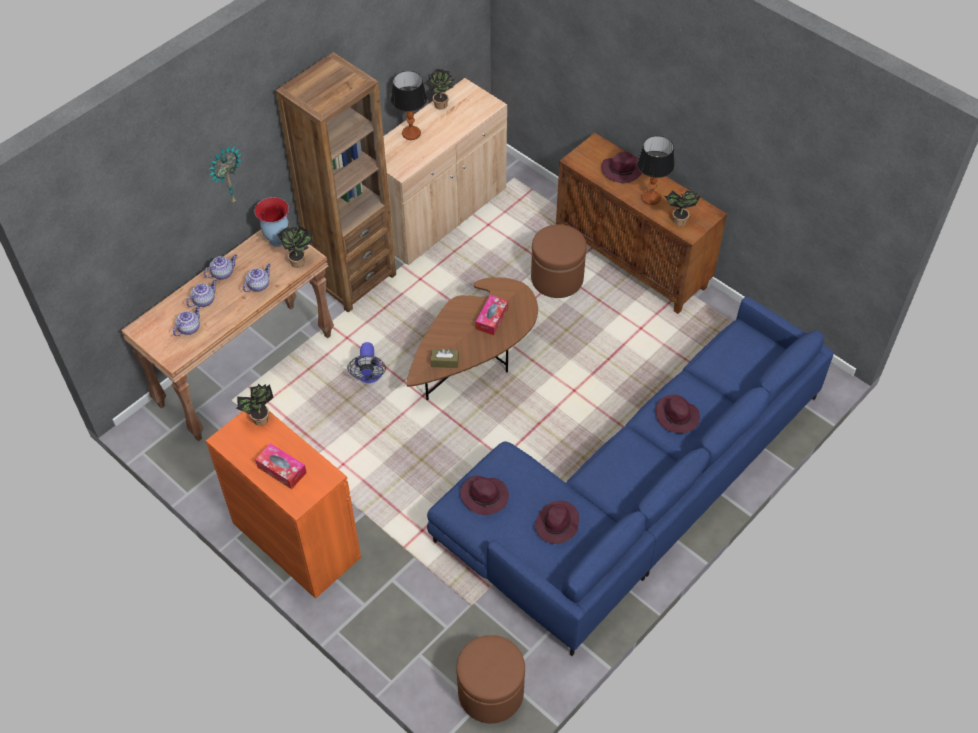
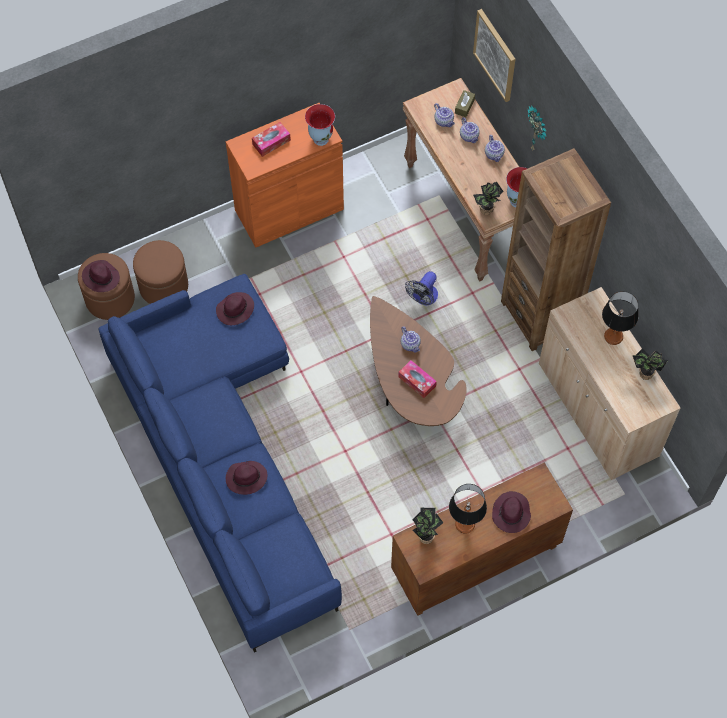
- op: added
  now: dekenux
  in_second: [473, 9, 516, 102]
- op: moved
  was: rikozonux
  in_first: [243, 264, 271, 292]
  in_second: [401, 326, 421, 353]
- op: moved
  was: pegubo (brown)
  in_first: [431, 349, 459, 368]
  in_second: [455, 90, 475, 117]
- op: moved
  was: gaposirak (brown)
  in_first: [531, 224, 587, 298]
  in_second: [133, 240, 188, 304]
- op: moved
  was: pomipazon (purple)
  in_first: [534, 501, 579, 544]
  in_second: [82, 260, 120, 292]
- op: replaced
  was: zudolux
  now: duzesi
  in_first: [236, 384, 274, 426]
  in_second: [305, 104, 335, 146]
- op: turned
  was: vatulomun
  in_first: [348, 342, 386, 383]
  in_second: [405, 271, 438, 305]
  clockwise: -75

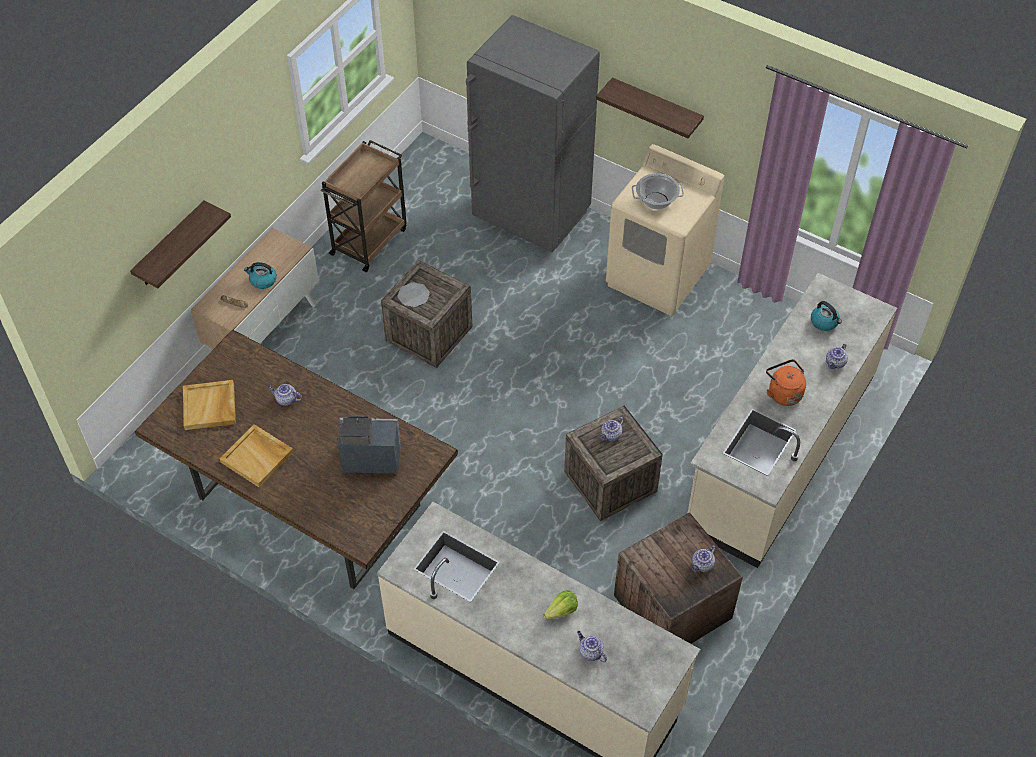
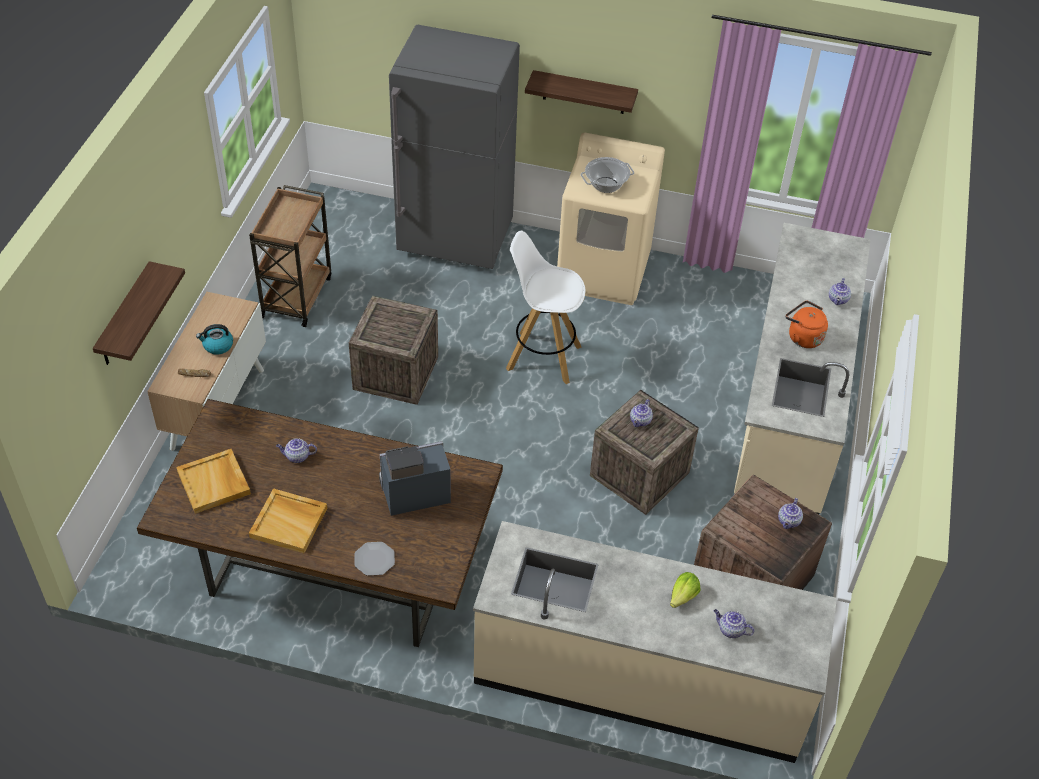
- op: removed
  was: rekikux
  in_first: [811, 301, 842, 331]
- op: added
  now: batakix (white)
  in_second: [506, 231, 585, 384]
- op: moved
  was: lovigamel
  in_first: [397, 282, 430, 307]
  in_second: [354, 542, 395, 576]

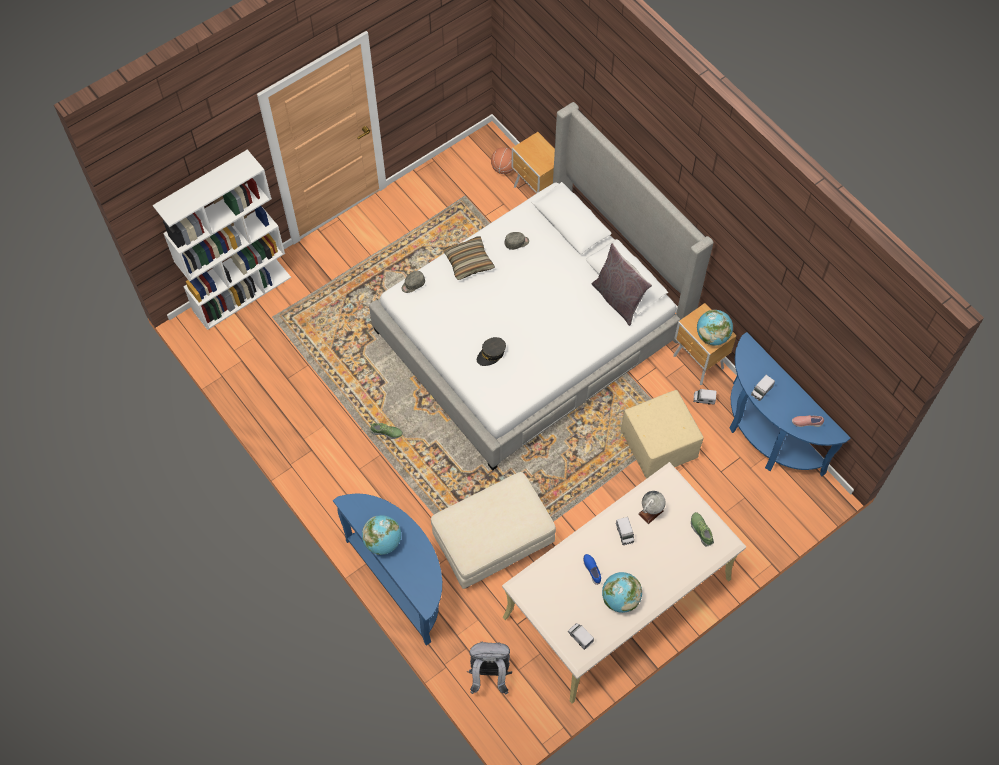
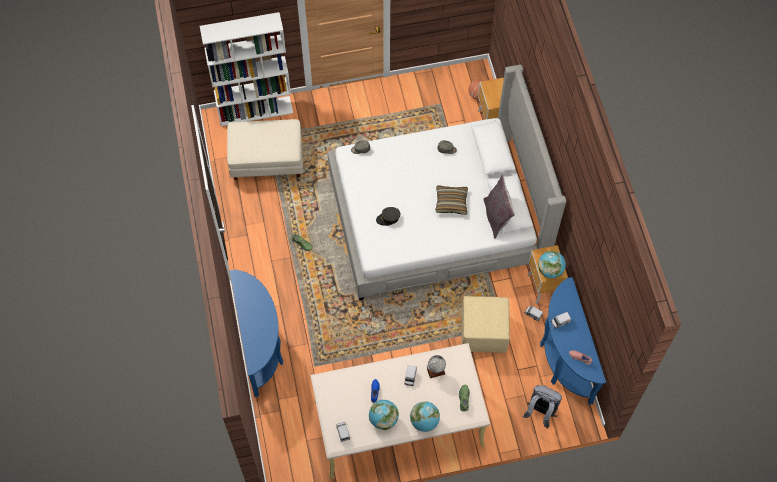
- op: moved
  was: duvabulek
  in_first: [362, 515, 401, 555]
  in_second: [410, 401, 440, 432]
- op: moved
  was: gaposirak (beige)
  in_first: [431, 472, 556, 589]
  in_second: [227, 119, 303, 180]
- op: moved
  was: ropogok
  in_first: [443, 236, 495, 280]
  in_second: [436, 185, 468, 215]
- op: moved
  was: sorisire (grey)
  in_first: [467, 641, 512, 695]
  in_second: [523, 385, 562, 429]

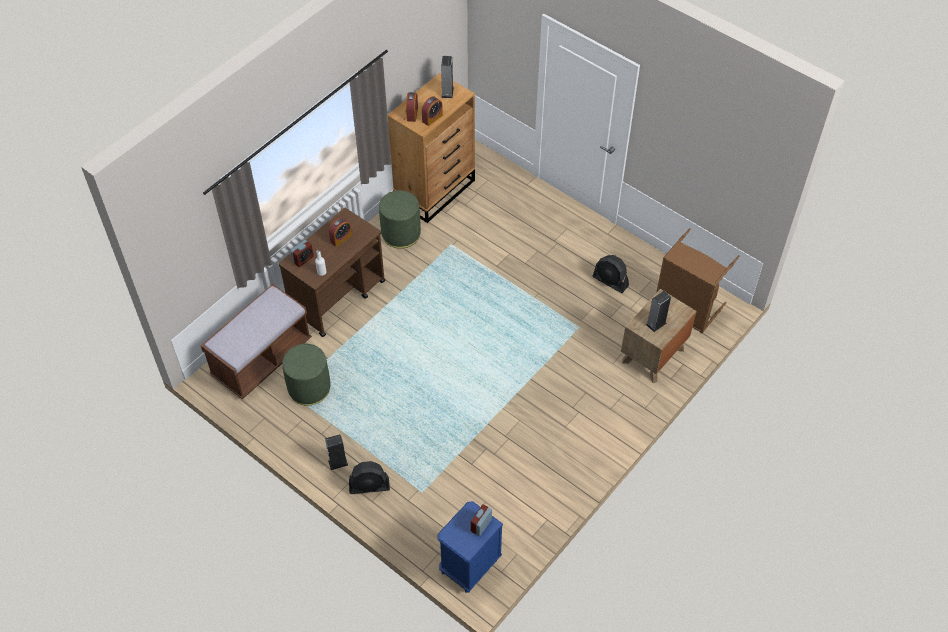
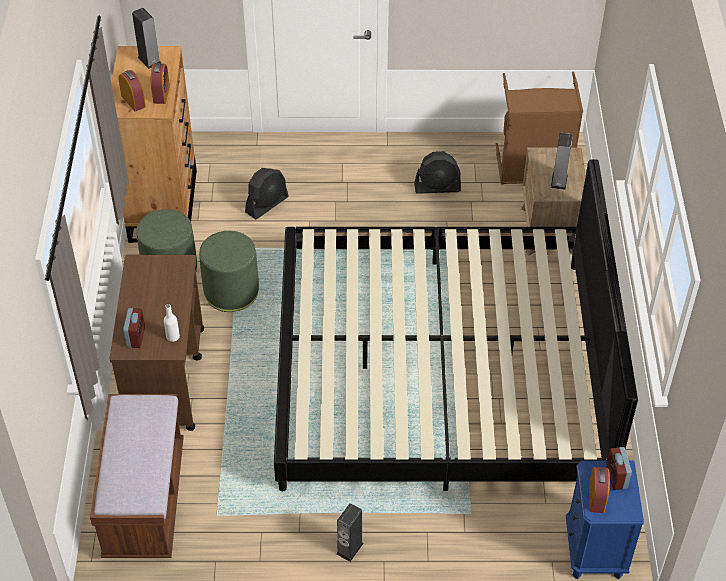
- op: added
  now: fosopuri
  in_second: [274, 159, 638, 491]
- op: moved
  was: gaposirak (green)
  in_first: [282, 344, 331, 406]
  in_second: [199, 231, 259, 312]
- op: moved
  was: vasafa
  in_first: [329, 218, 352, 247]
  in_second: [589, 467, 610, 513]
- op: moved
  was: vatulomun (black)
  in_first: [349, 461, 390, 494]
  in_second: [245, 168, 289, 219]

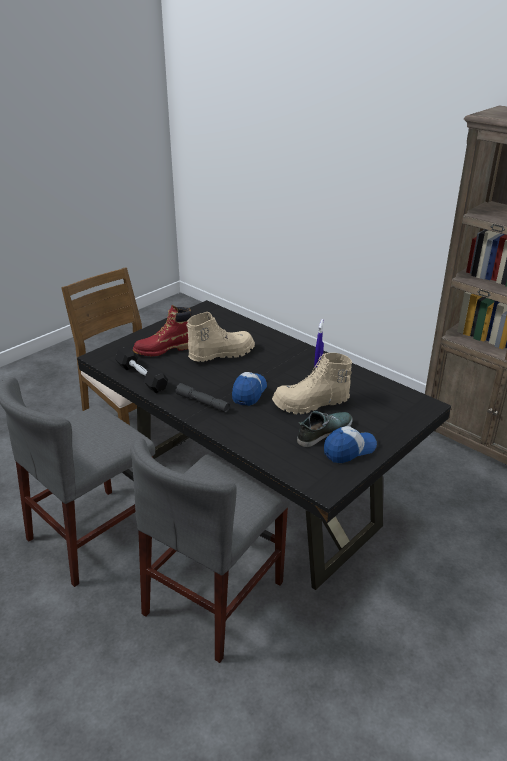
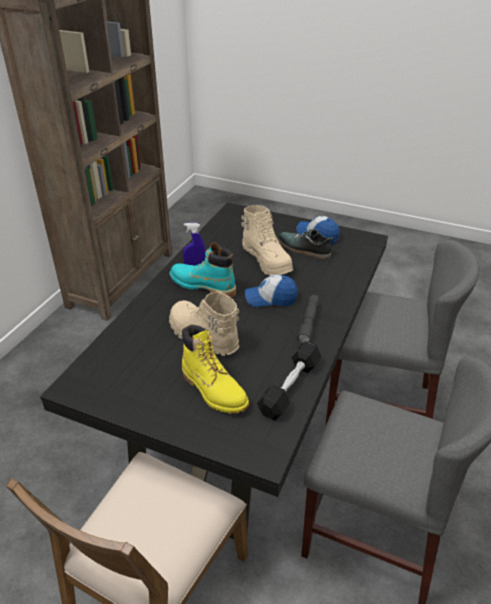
- op: added
  now: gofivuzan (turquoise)
  in_second: [170, 243, 236, 298]
- op: recoloured
  was: gofivuzan (red)
  now: gofivuzan (yellow)
  in_first: [133, 305, 192, 356]
  in_second: [182, 325, 249, 414]

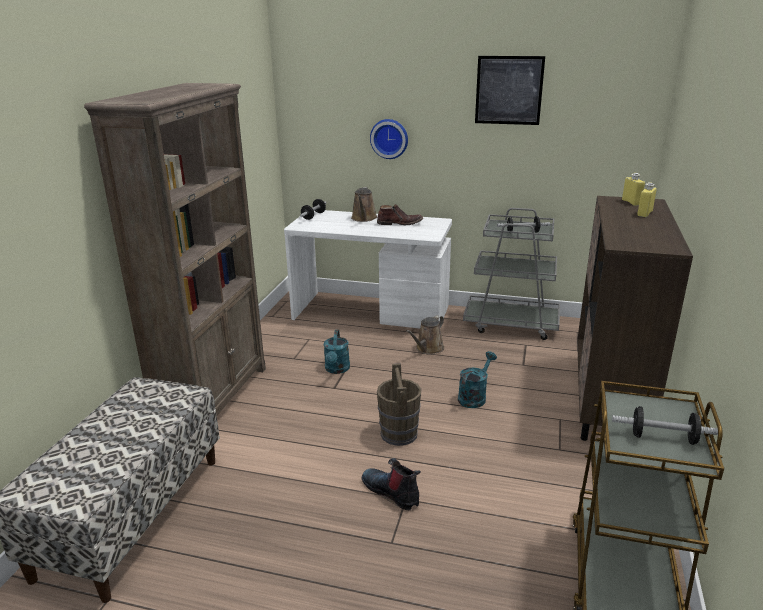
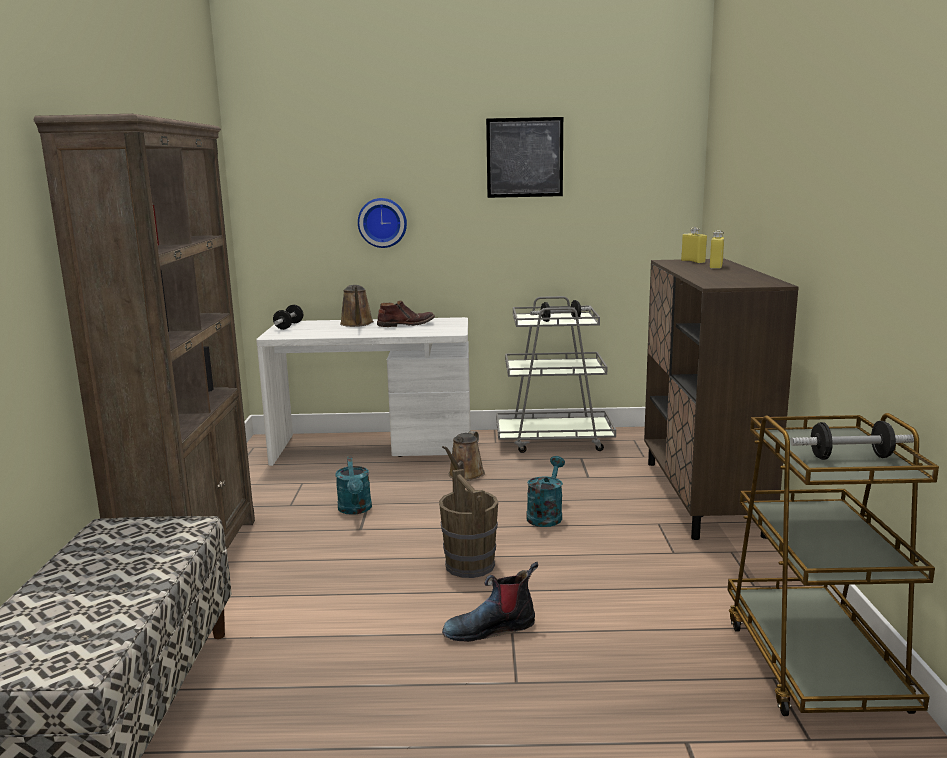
- op: turned
  was: gofivuzan
  in_first: [362, 458, 421, 510]
  in_second: [442, 562, 538, 642]
  clockwise: -45

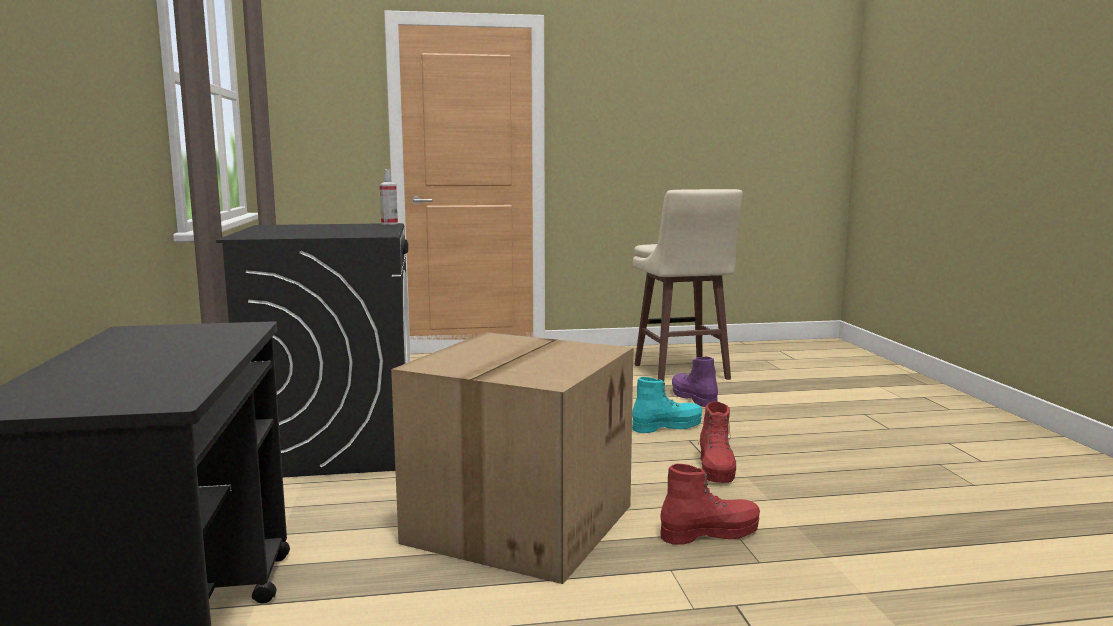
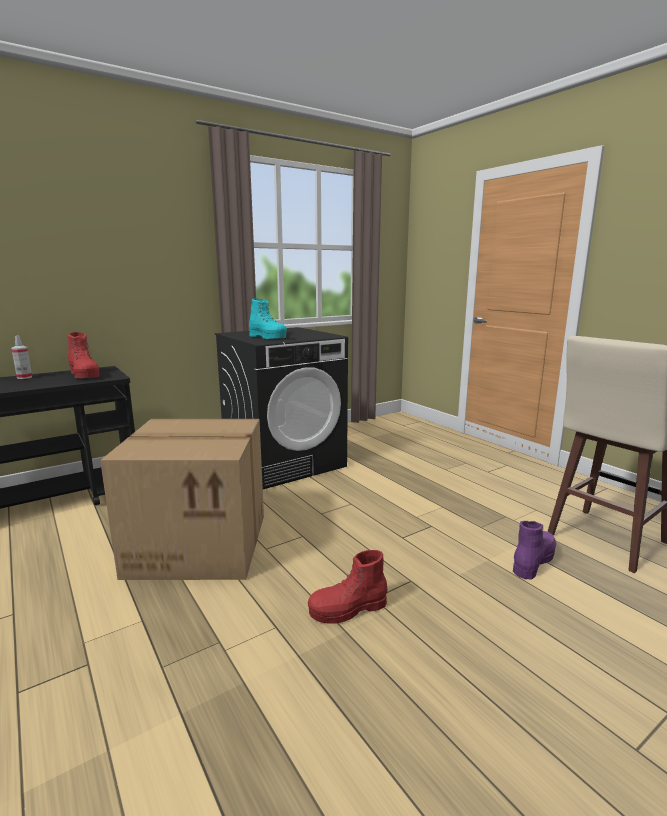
- op: moved
  was: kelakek
  in_first: [380, 169, 398, 225]
  in_second: [11, 336, 32, 379]
- op: moved
  was: gofivuzan (turquoise)
  in_first: [632, 377, 702, 433]
  in_second: [249, 298, 287, 339]
- op: moved
  was: gofivuzan (red)
  in_first: [660, 464, 760, 545]
  in_second: [67, 332, 99, 378]

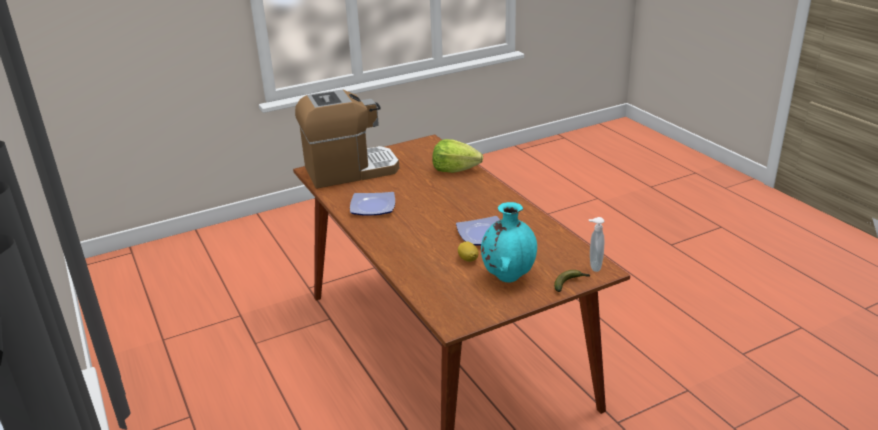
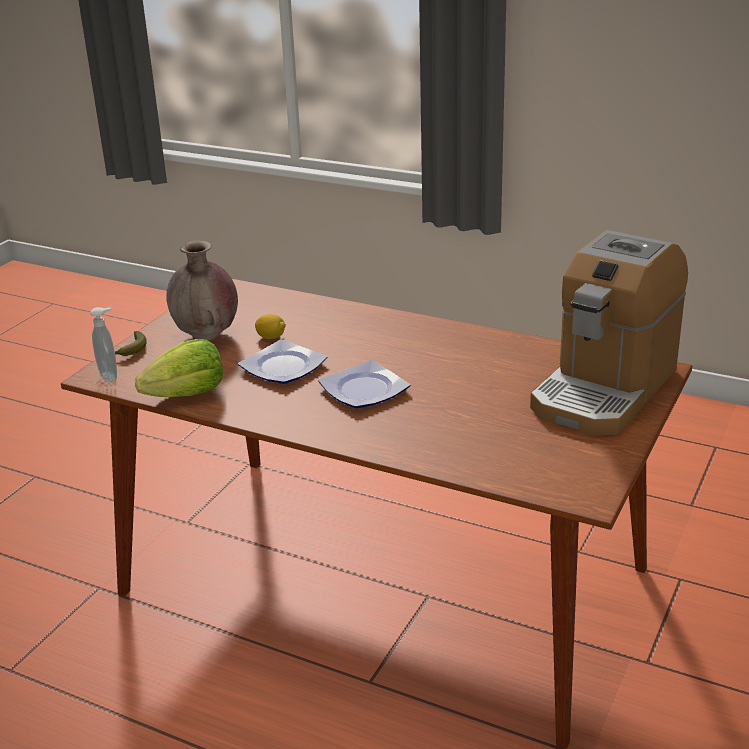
- op: moved
  was: lovigamel
  in_first: [350, 192, 395, 216]
  in_second: [318, 360, 410, 408]
- op: moved
  was: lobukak
  in_first: [432, 139, 483, 173]
  in_second: [135, 339, 223, 397]
- op: recoloured
  was: duzesi (turquoise)
  now: duzesi (brown)
  in_first: [481, 202, 537, 283]
  in_second: [166, 240, 238, 341]

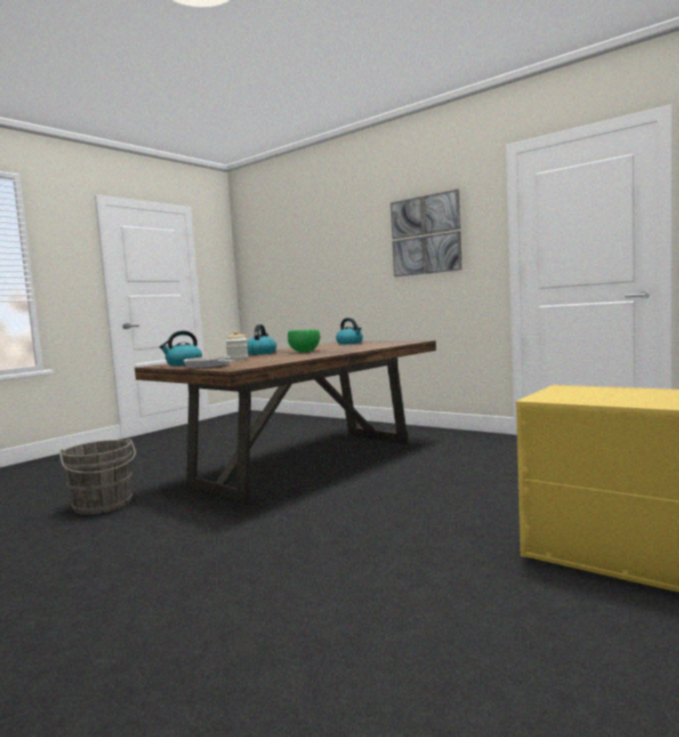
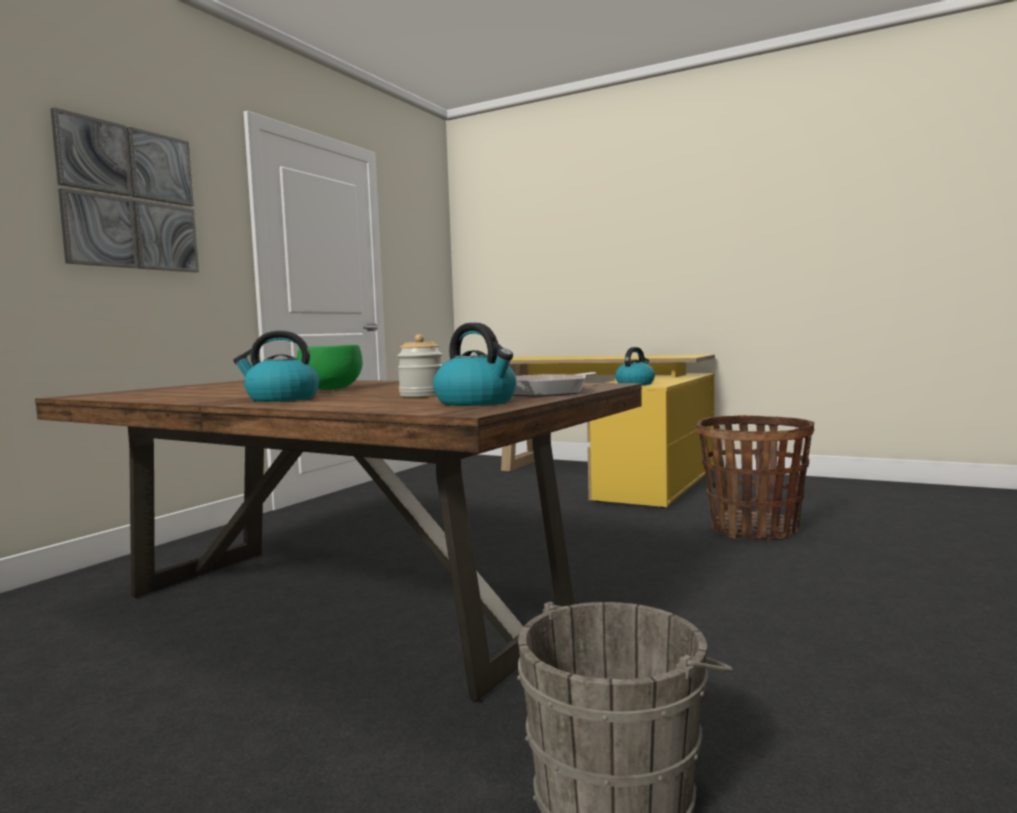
- op: added
  now: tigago
  in_second: [697, 415, 814, 540]
- op: moved
  was: rekikux
  in_first: [336, 318, 363, 345]
  in_second: [615, 347, 655, 385]

